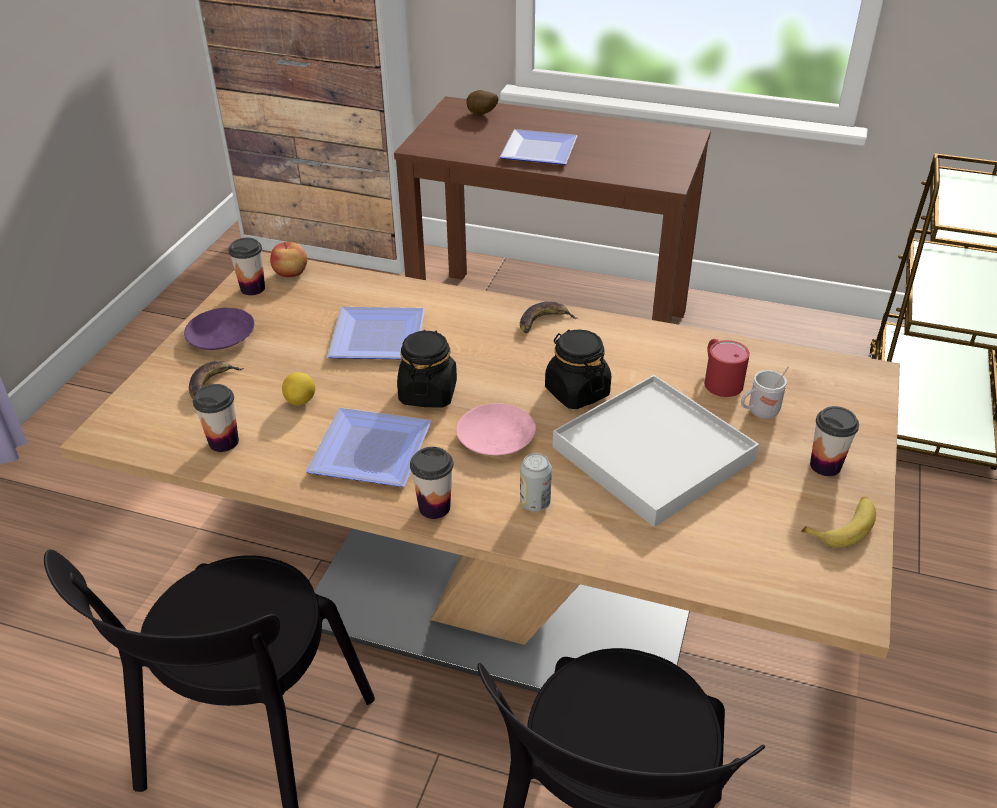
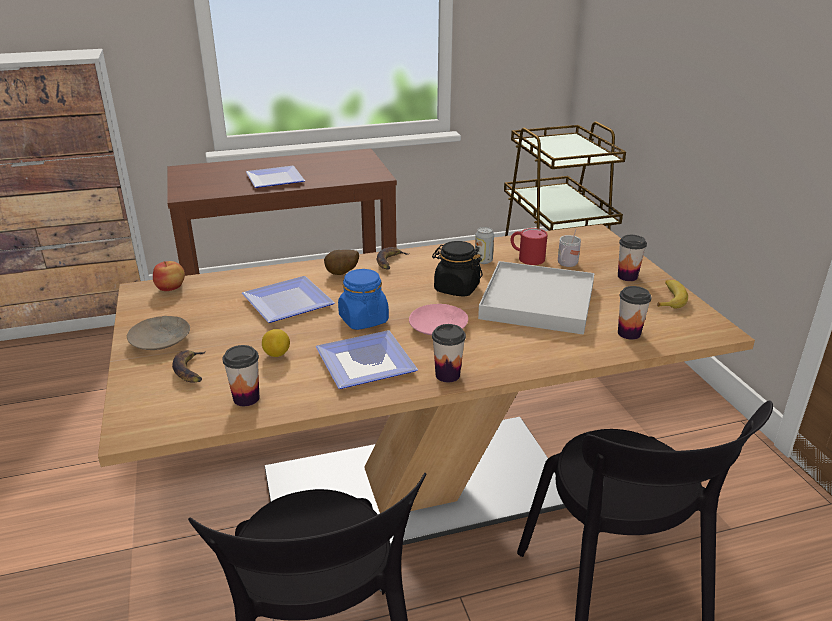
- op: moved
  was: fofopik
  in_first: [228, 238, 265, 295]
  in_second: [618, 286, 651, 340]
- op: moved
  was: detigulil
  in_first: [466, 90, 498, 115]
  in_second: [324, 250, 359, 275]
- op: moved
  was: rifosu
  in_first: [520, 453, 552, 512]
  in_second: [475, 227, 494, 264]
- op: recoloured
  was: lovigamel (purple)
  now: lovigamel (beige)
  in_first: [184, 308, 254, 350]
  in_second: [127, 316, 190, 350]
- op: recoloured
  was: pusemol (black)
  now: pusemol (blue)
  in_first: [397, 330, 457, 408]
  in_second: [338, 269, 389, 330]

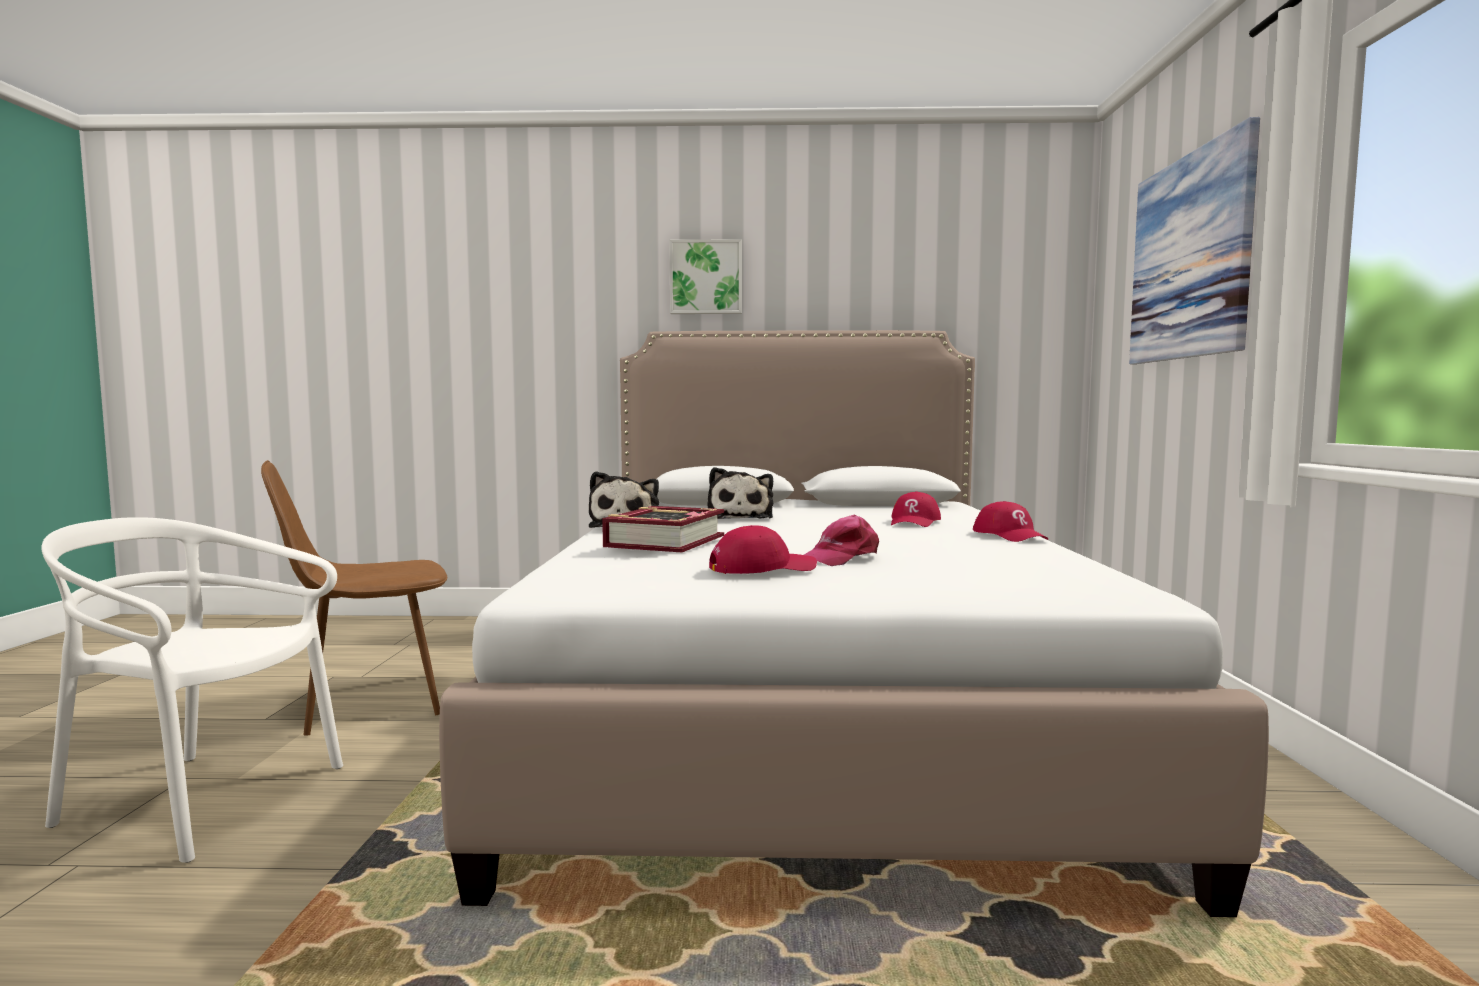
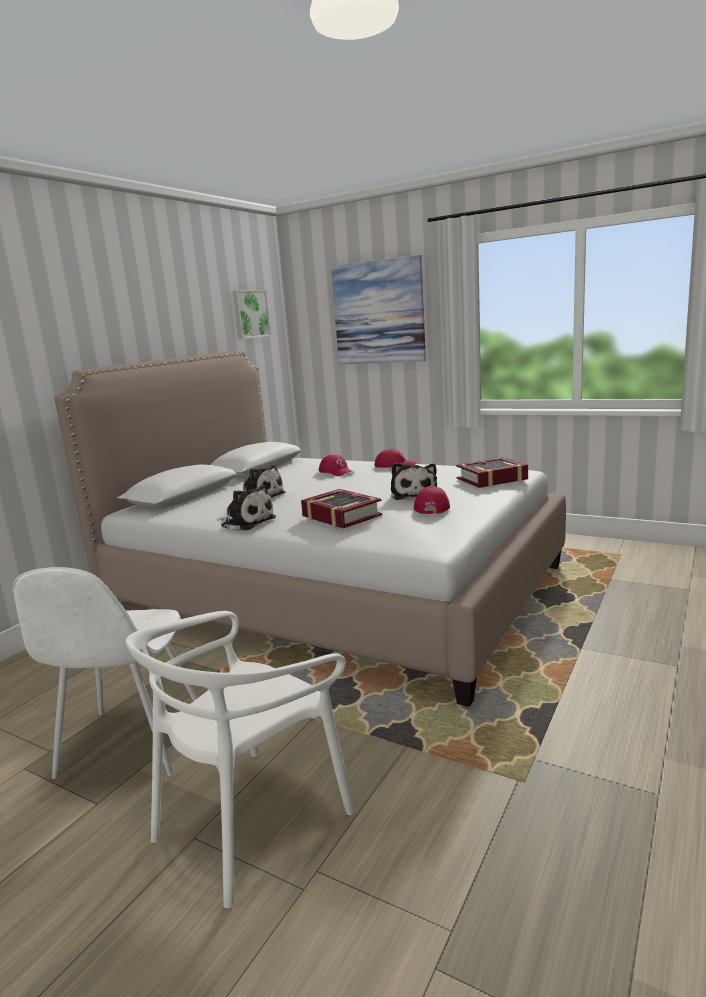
- op: added
  now: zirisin
  in_second: [456, 457, 528, 488]
- op: moved
  was: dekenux
  in_first: [669, 239, 742, 314]
  in_second: [233, 290, 271, 339]
- op: replaced
  was: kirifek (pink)
  now: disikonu
  in_first: [804, 515, 879, 566]
  in_second: [391, 462, 437, 500]
- op: recoloured
  was: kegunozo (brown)
  now: kegunozo (white)
  in_first: [261, 460, 447, 735]
  in_second: [13, 567, 198, 779]

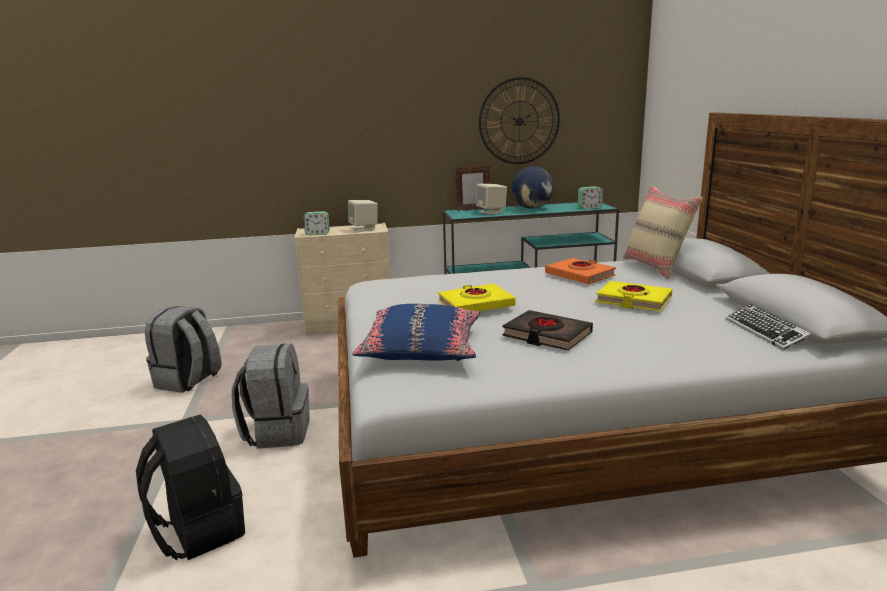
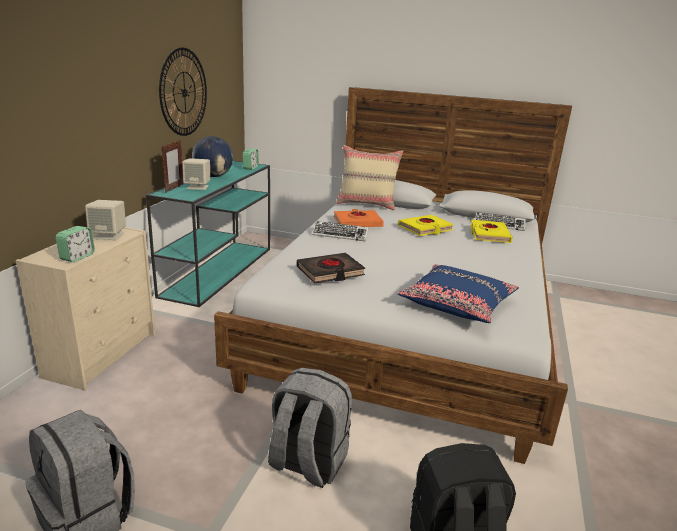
- op: added
  now: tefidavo
  in_second: [312, 221, 369, 241]
- op: moved
  was: zirisin (yellow)
  in_first: [438, 283, 516, 311]
  in_second: [470, 220, 513, 243]
- op: moved
  was: zirisin (black)
  in_first: [502, 310, 593, 351]
  in_second: [297, 253, 365, 284]

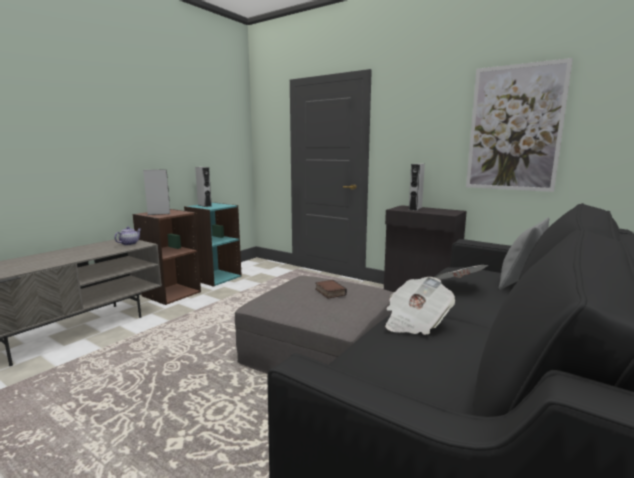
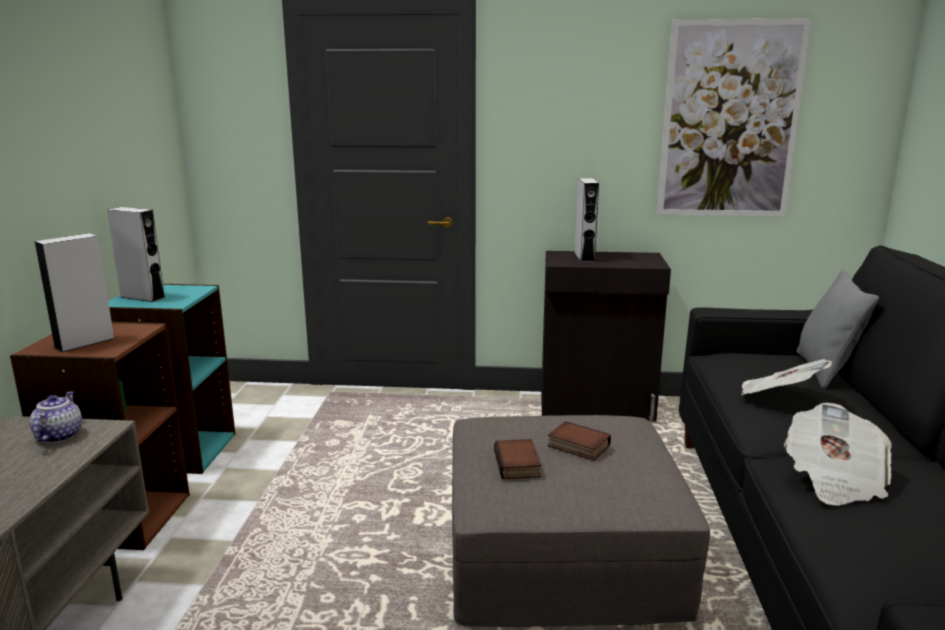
- op: added
  now: zirisin
  in_second: [494, 439, 541, 479]

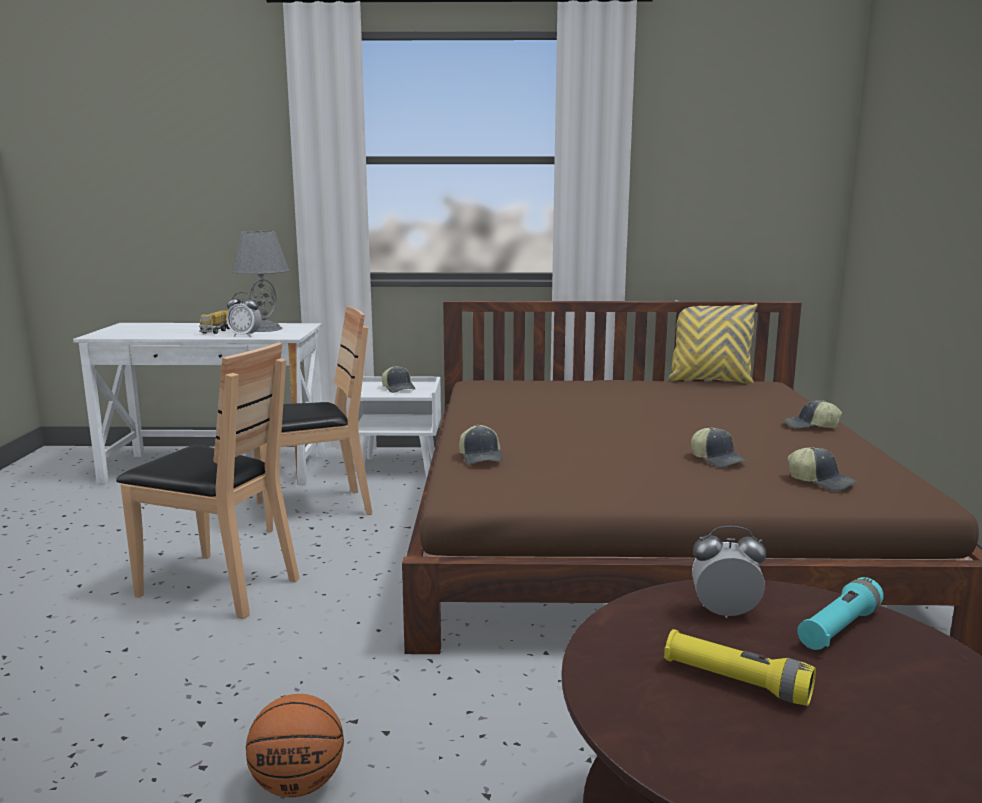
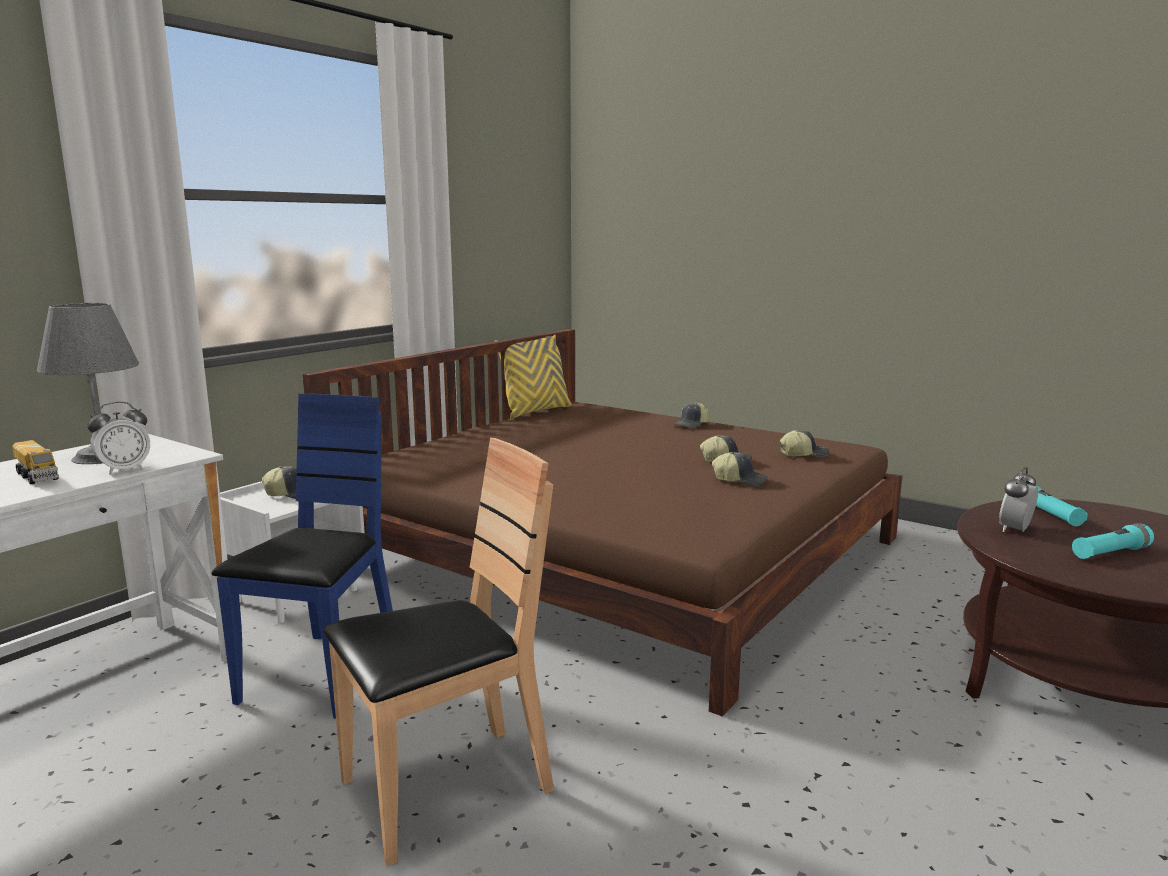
- op: removed
  was: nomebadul
  in_first: [246, 694, 344, 797]
- op: moved
  was: kirifek
  in_first: [459, 424, 502, 465]
  in_second: [712, 452, 769, 486]
- op: recoloured
  was: kegunozo (brown)
  now: kegunozo (blue)
  in_first: [253, 306, 373, 532]
  in_second: [212, 394, 393, 719]
- op: recoloured
  was: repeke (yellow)
  now: repeke (turquoise)
  in_first: [664, 629, 816, 706]
  in_second: [1072, 524, 1154, 559]

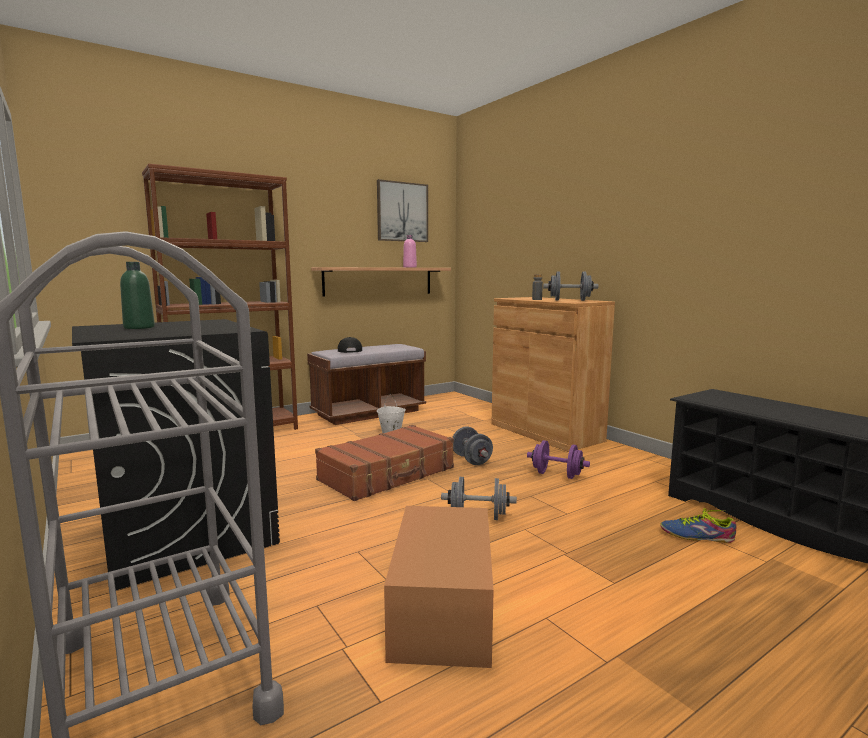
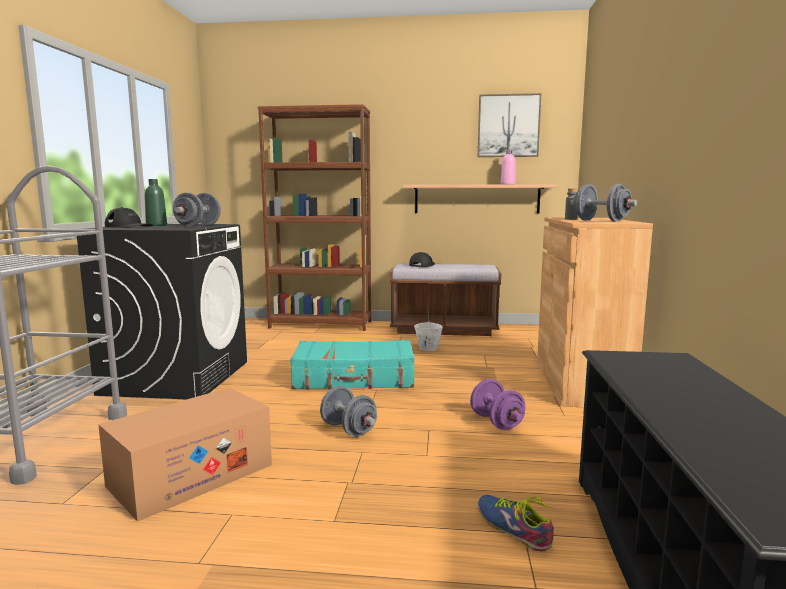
- op: added
  now: kirifek (black)
  in_second: [105, 207, 153, 228]
- op: moved
  was: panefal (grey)
  in_first: [452, 426, 493, 465]
  in_second: [173, 193, 221, 227]
- op: recoloured
  was: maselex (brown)
  now: maselex (turquoise)
  in_first: [315, 425, 454, 501]
  in_second: [290, 340, 414, 390]

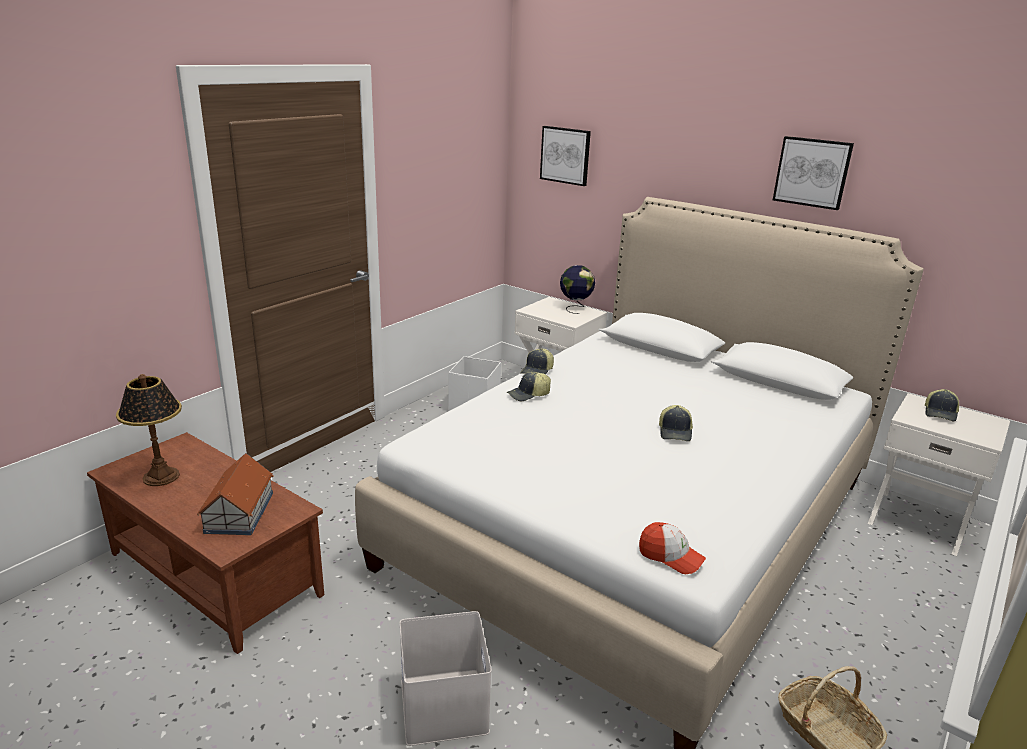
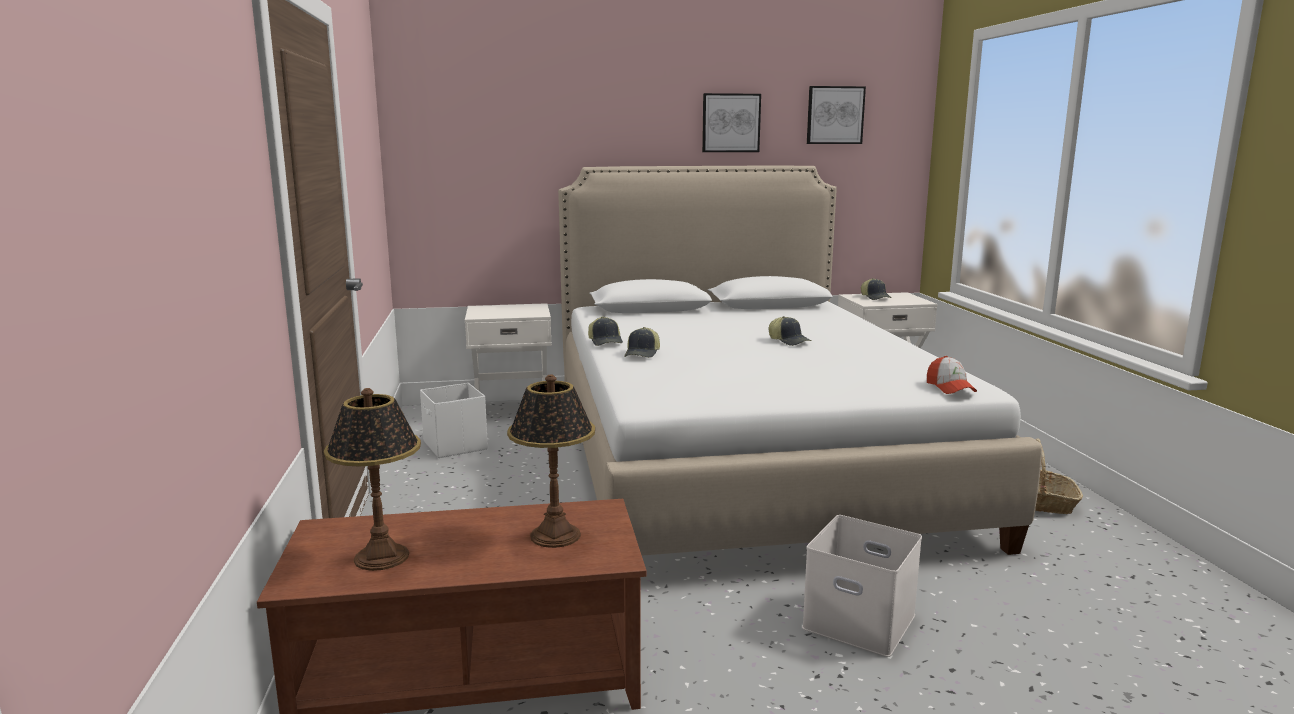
- op: removed
  was: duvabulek
  in_first: [560, 265, 595, 314]
- op: moved
  was: dekenux
  in_first: [540, 126, 591, 186]
  in_second: [807, 86, 866, 144]
- op: replaced
  was: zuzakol
  now: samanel
  in_first: [197, 453, 274, 535]
  in_second: [507, 374, 595, 548]
- op: turned
  was: kirifek
  in_first: [639, 522, 706, 574]
  in_second: [927, 356, 977, 394]
  clockwise: 90

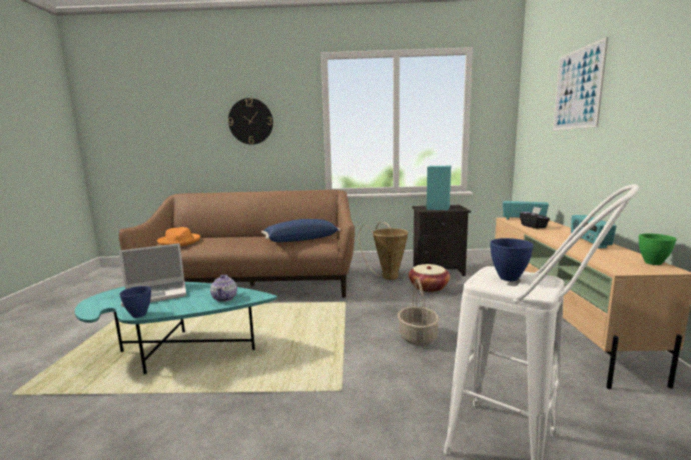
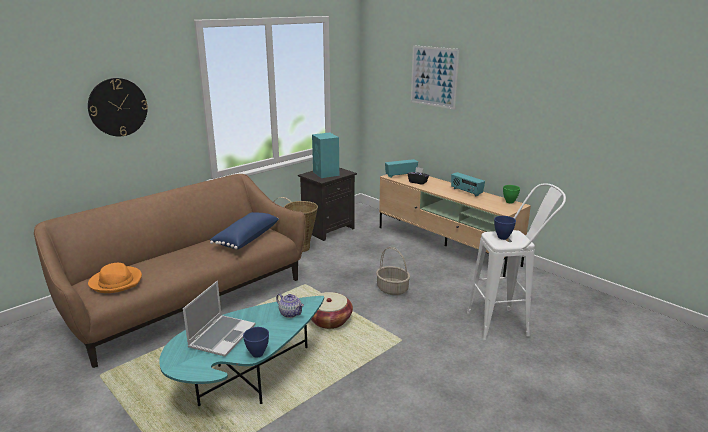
- op: moved
  was: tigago
  in_first: [408, 264, 450, 292]
  in_second: [311, 292, 353, 329]

